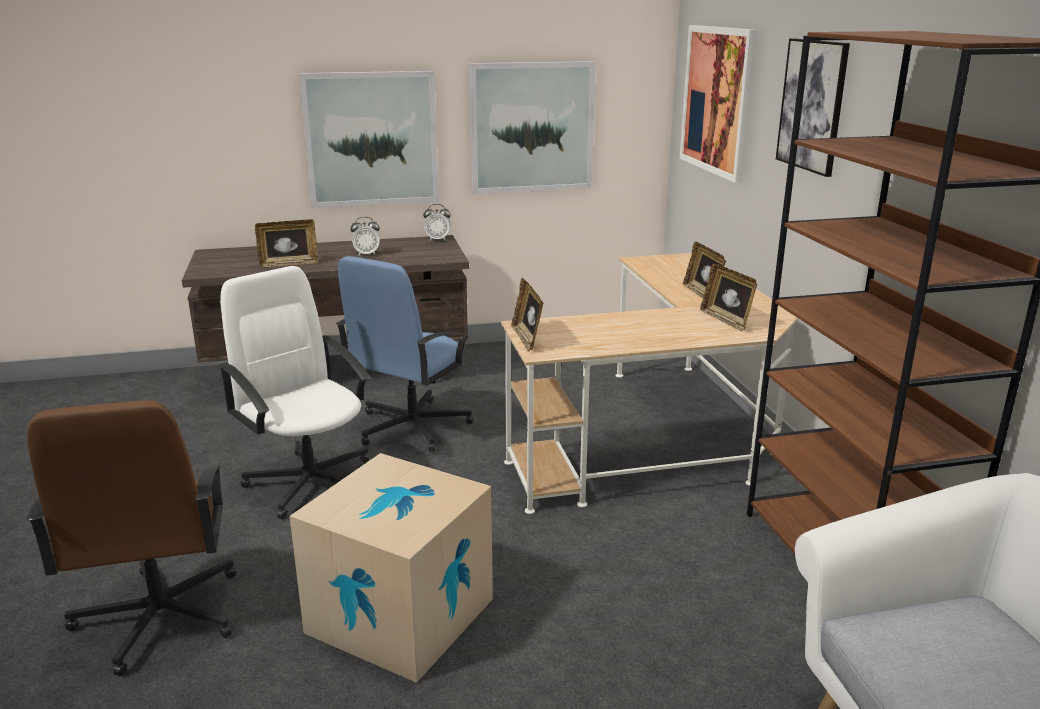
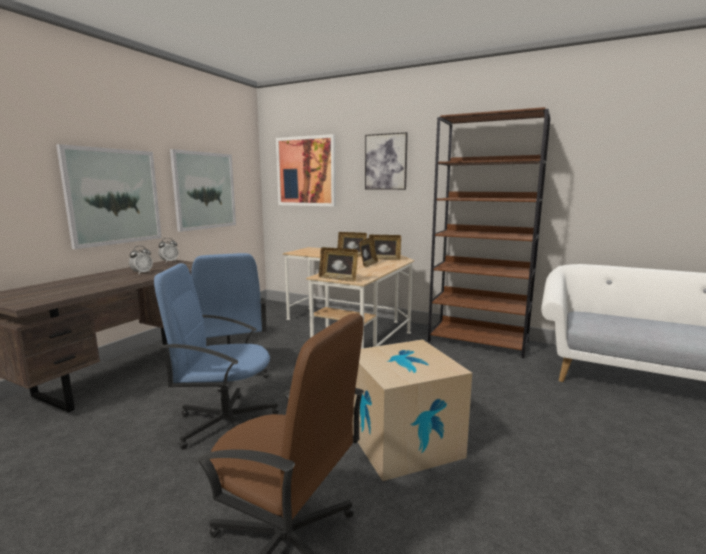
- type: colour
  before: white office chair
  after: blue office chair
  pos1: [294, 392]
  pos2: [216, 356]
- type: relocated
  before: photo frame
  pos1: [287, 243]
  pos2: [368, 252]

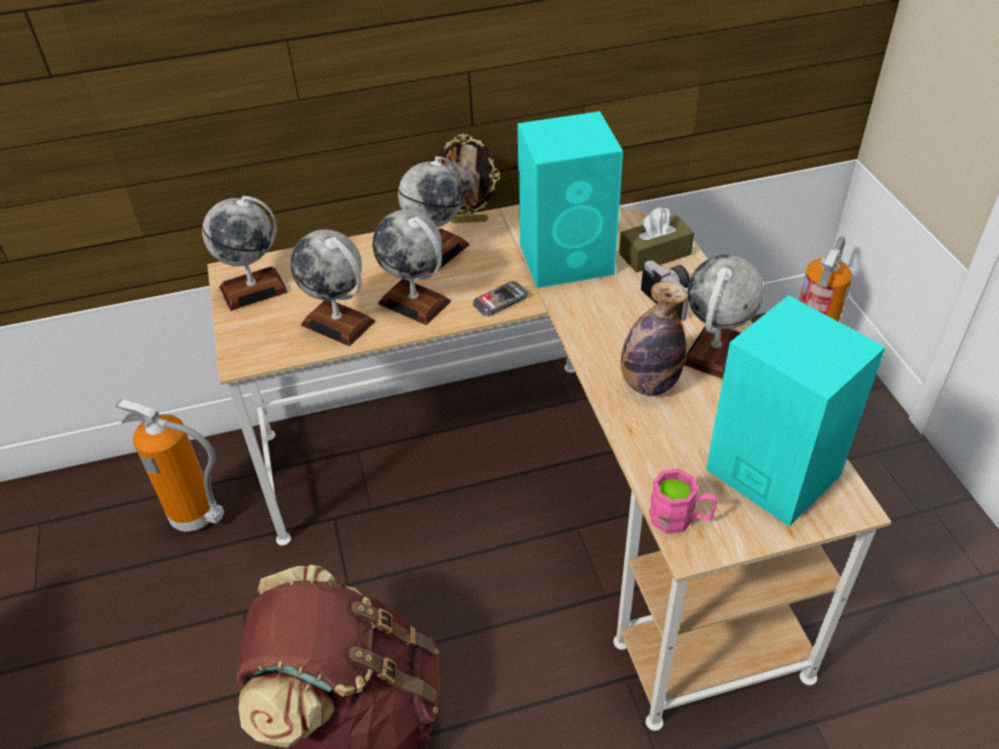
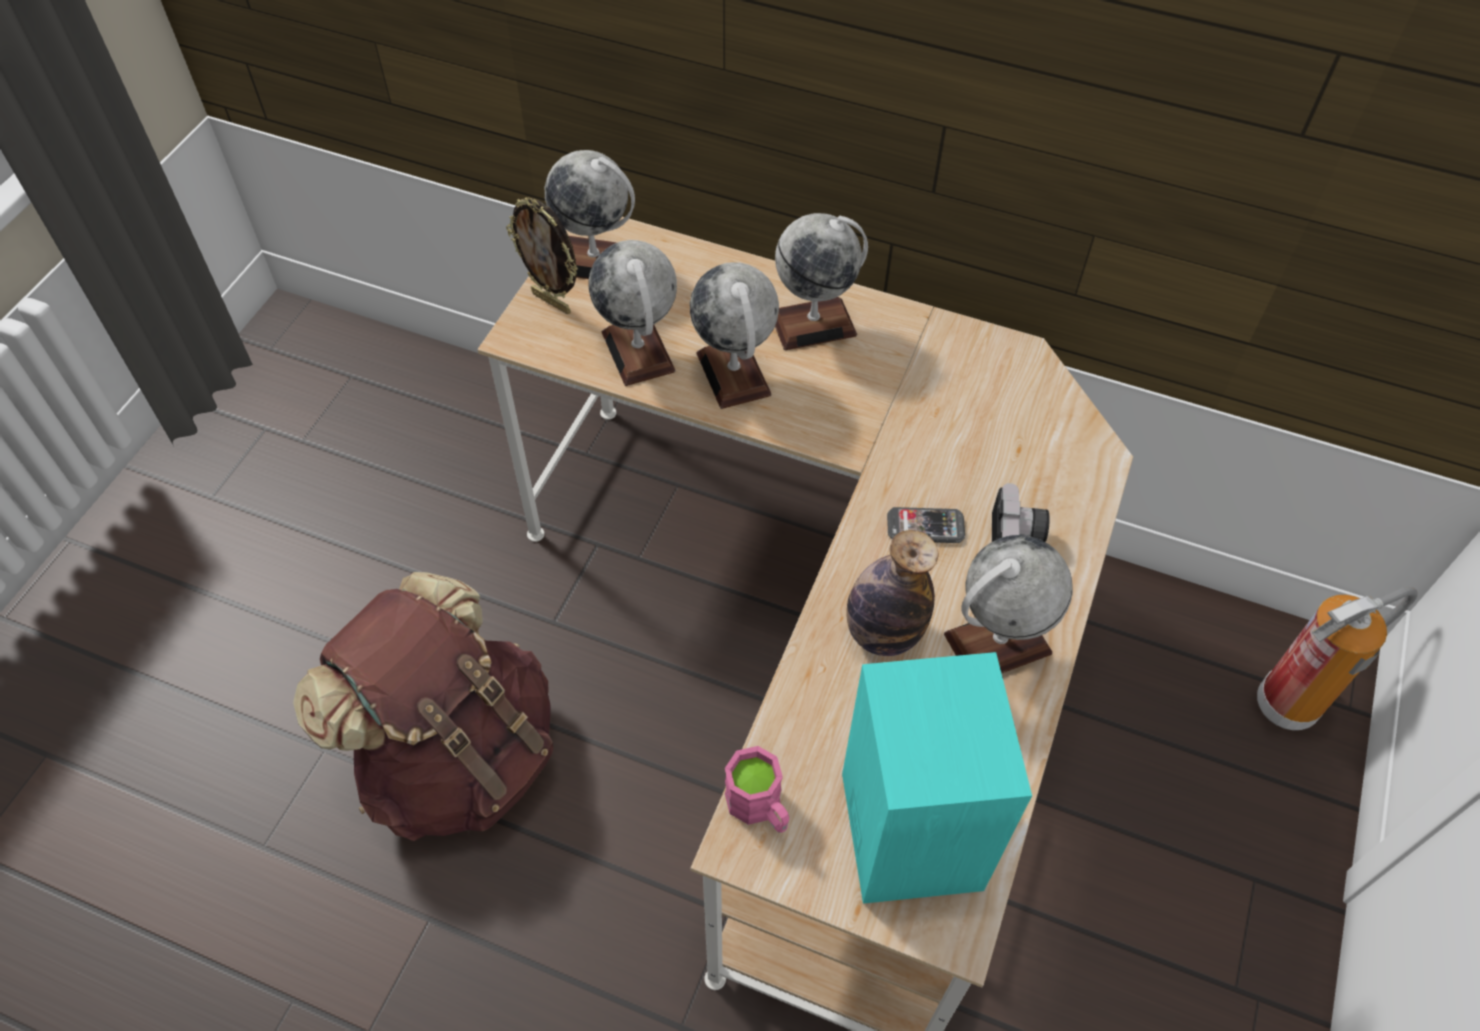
- type: relocated
  before: photo frame
  pos1: [469, 178]
  pos2: [542, 255]
- type: relocated
  before: telephone
  pos1: [500, 298]
  pos2: [926, 525]
- type: missing
  before: fire extinguisher
  pos1: [169, 465]
- type: missing
  before: blue-green speaker
  pos1: [570, 199]
- type: missing
  before: brown box of tissues
  pos1: [656, 240]

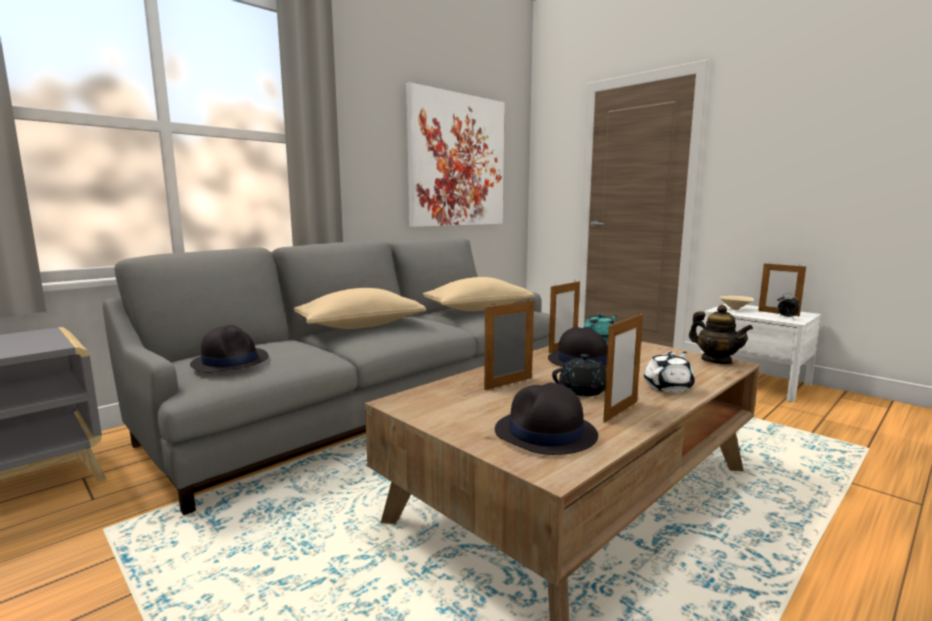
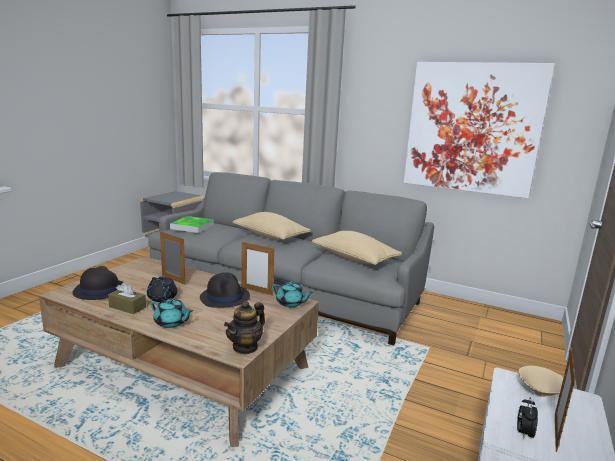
- type: exchanged
  before: photo frame
  after: brown box of tissues
  pos1: [623, 367]
  pos2: [127, 298]
- type: colour
  before: white teapot
  after: blue-green teapot
  pos1: [669, 372]
  pos2: [172, 313]
- type: exchanged
  before: black-coloured clothing hat
  after: serving tray
  pos1: [229, 349]
  pos2: [192, 224]

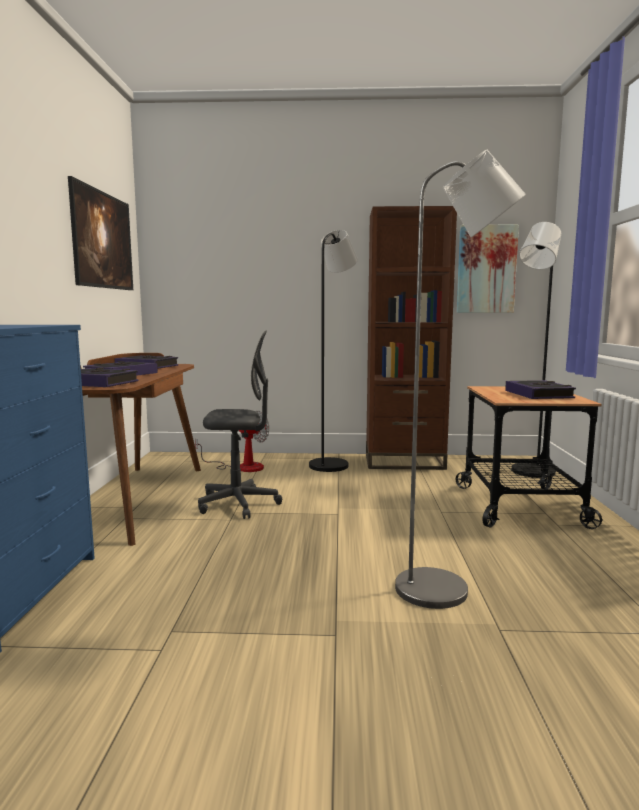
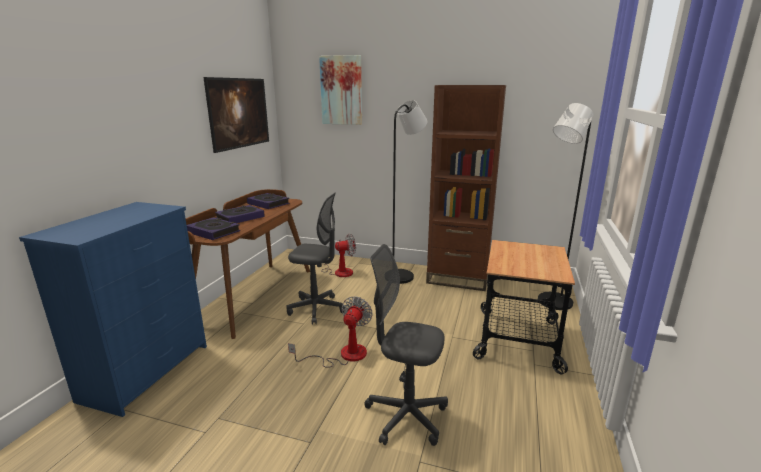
- type: appeared
  after: electric fan
  pos2: [330, 332]
- type: relocated
  before: wall picture
  pos1: [487, 268]
  pos2: [340, 90]
- type: exchanged
  before: gray standard lamp
  after: gray office chair
  pos1: [460, 379]
  pos2: [406, 345]
- type: missing
  before: volume
  pos1: [540, 389]

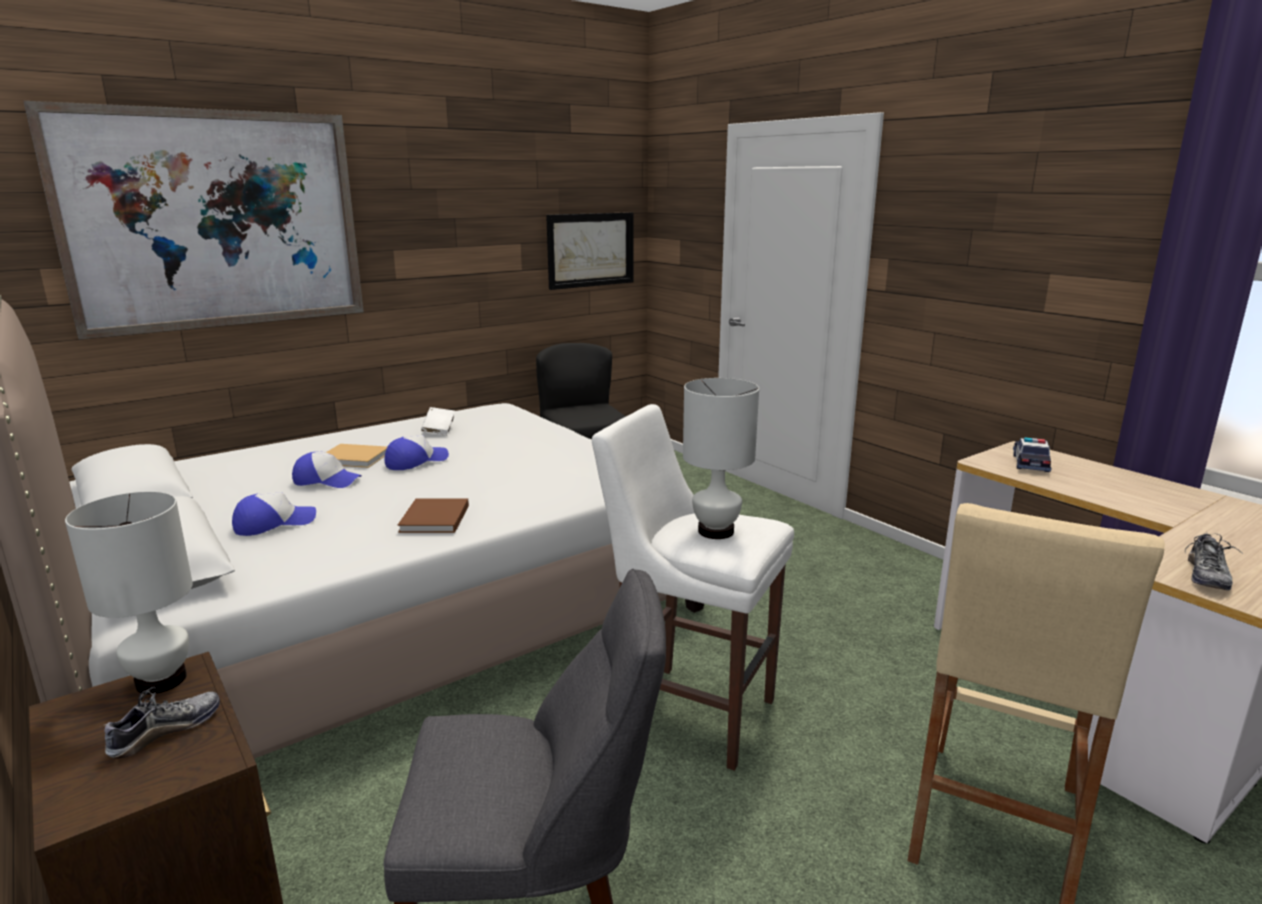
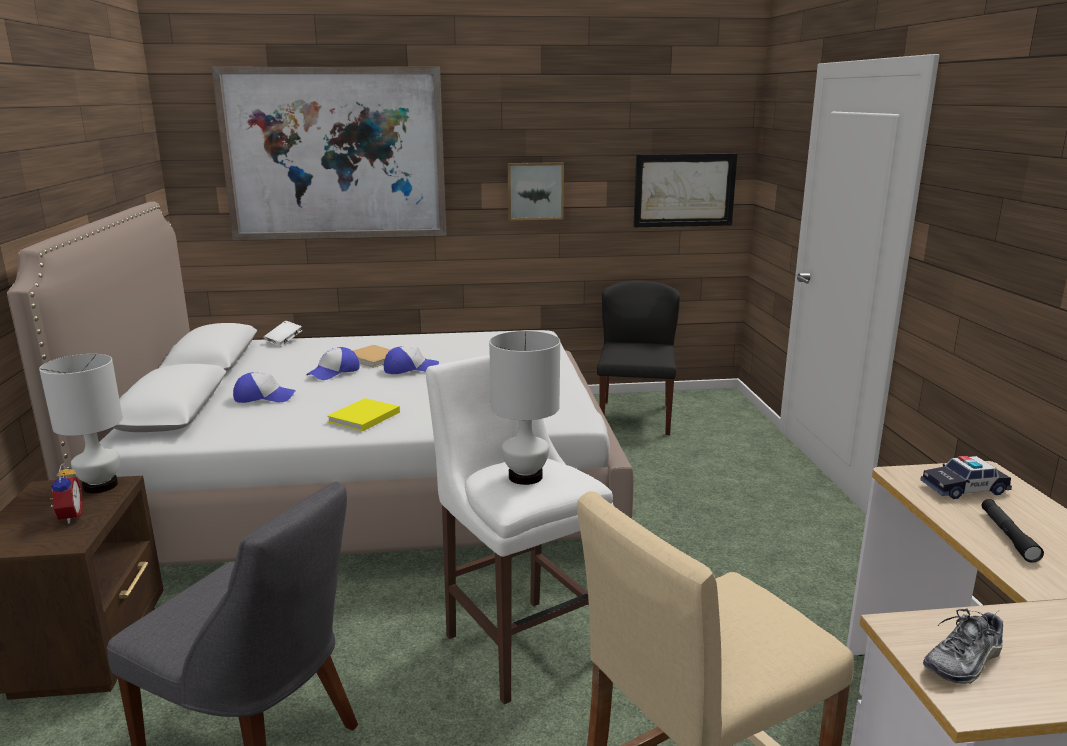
- type: exchanged
  before: shoe
  after: table clock
  pos1: [161, 723]
  pos2: [65, 493]
- type: relocated
  before: white volume
  pos1: [438, 421]
  pos2: [283, 333]
- type: spun
  before: cap
  pos1: [327, 470]
  pos2: [333, 363]
  turn: 90
- type: colour
  before: brown volume
  after: yellowish volume
  pos1: [433, 515]
  pos2: [363, 414]
- type: appeared
  after: wall picture
  pos2: [536, 191]
- type: spun
  before: miniature car
  pos1: [1032, 454]
  pos2: [966, 477]
  turn: -150
- type: appeared
  after: black-coloured hand torch
  pos2: [1012, 531]

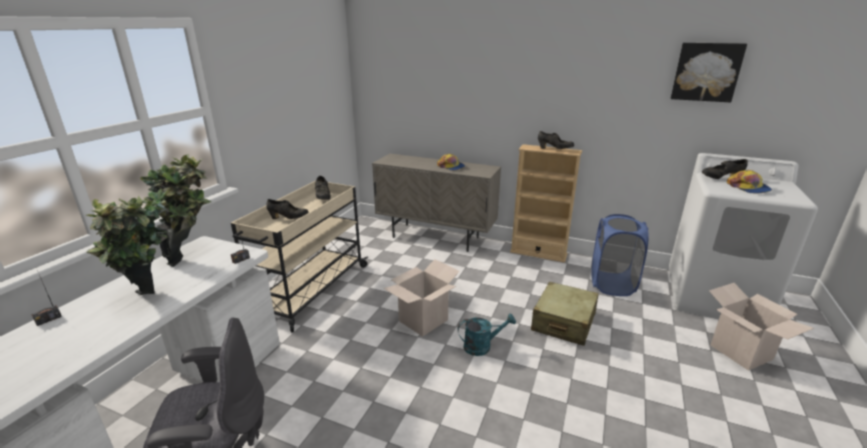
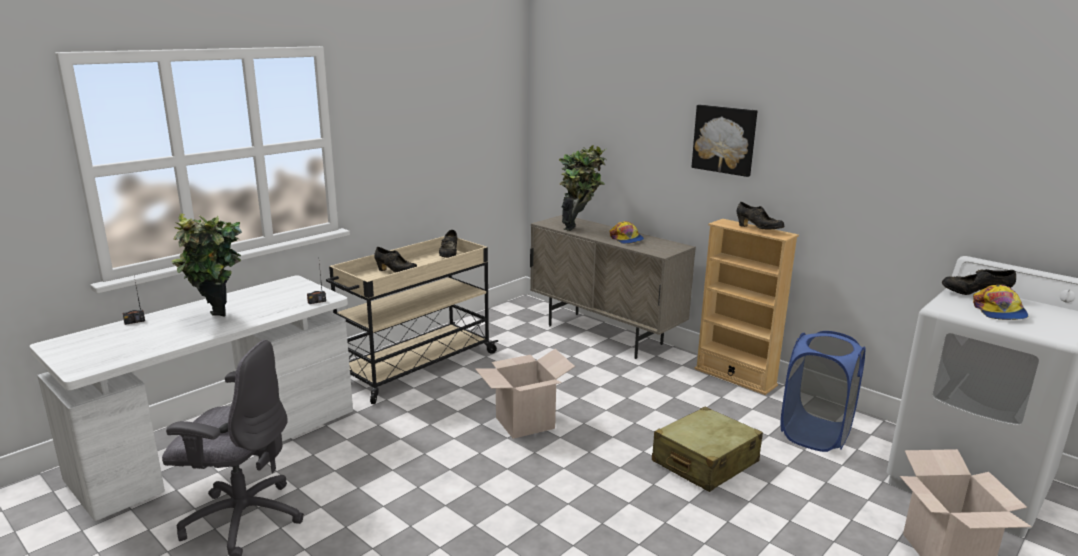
- type: relocated
  before: plant in a pot
  pos1: [175, 210]
  pos2: [582, 188]
- type: relocated
  before: wall picture
  pos1: [709, 72]
  pos2: [725, 141]
- type: missing
  before: blue-green sprinkling can
  pos1: [487, 334]

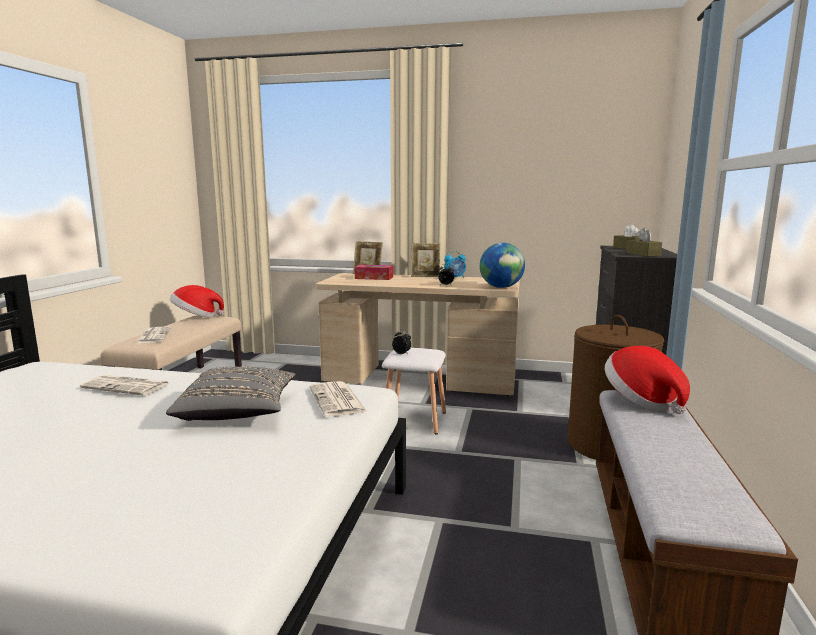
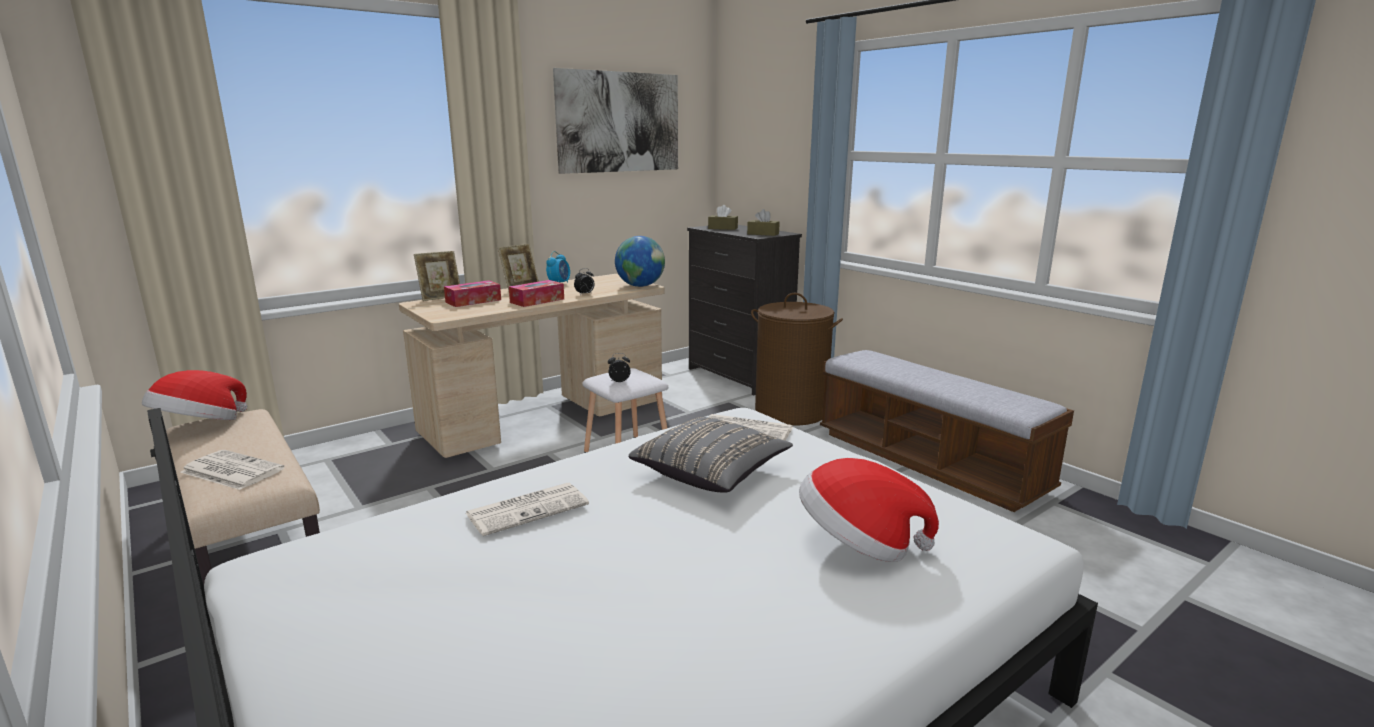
- type: appeared
  after: box of tissues
  pos2: [536, 293]
- type: appeared
  after: wall picture
  pos2: [615, 121]
- type: relocated
  before: clothing hat
  pos1: [647, 380]
  pos2: [869, 510]

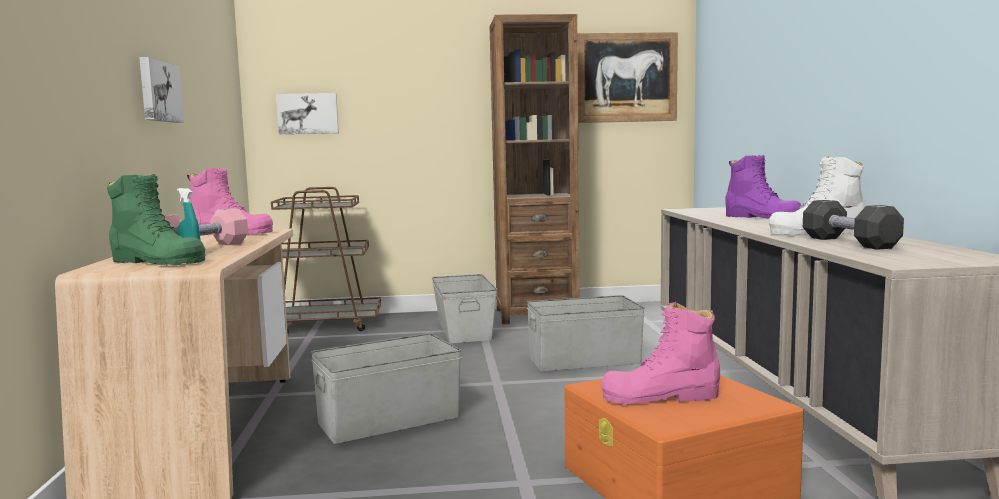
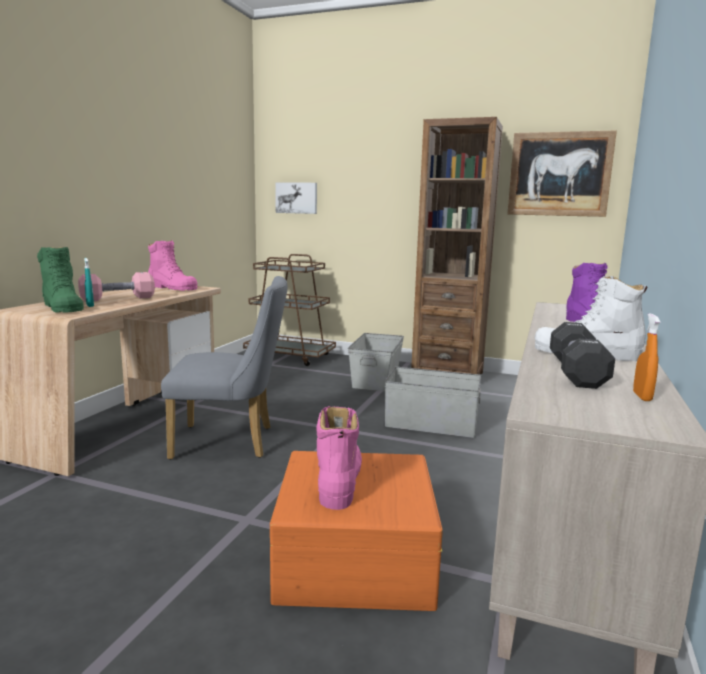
- type: exchanged
  before: gray storage bin
  after: gray plain chair
  pos1: [386, 388]
  pos2: [224, 368]
- type: spun
  before: pinkish high-top boot
  pos1: [660, 353]
  pos2: [339, 458]
  turn: 75
- type: appeared
  after: orangey spray bottle
  pos2: [646, 357]
- type: missing
  before: wall picture
  pos1: [161, 90]

